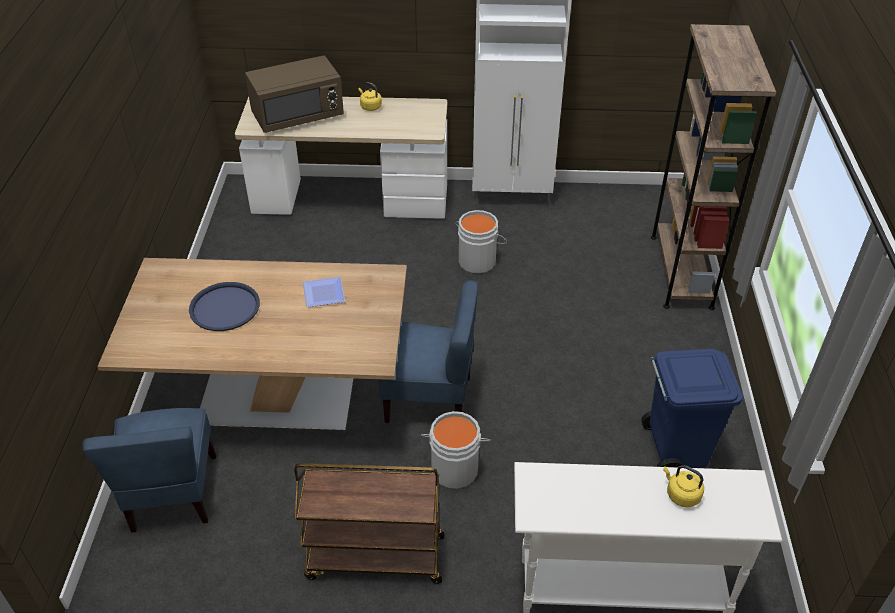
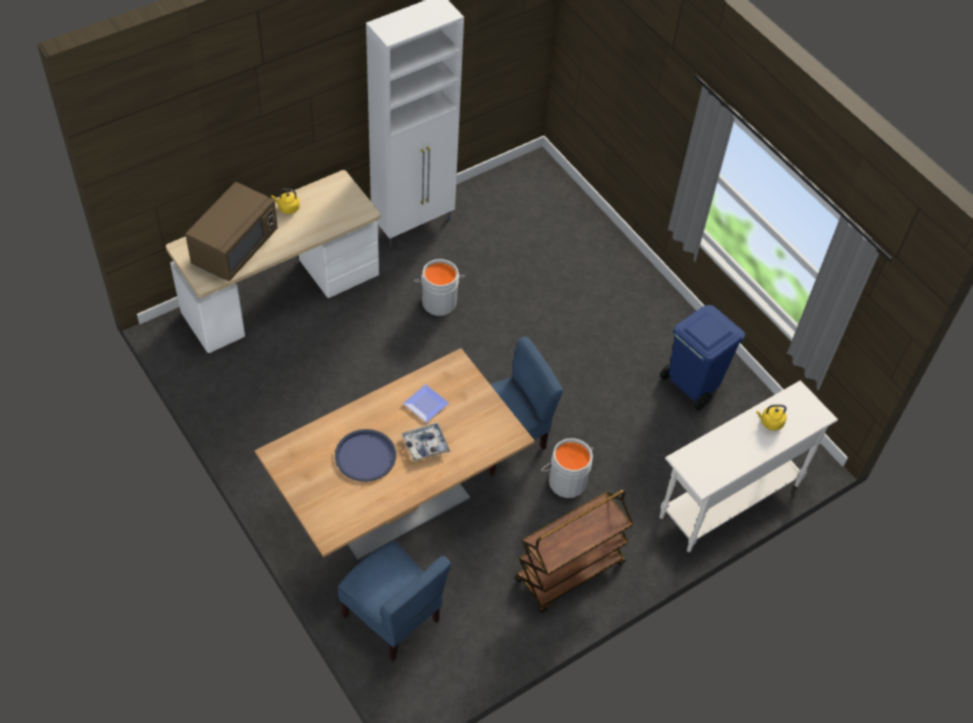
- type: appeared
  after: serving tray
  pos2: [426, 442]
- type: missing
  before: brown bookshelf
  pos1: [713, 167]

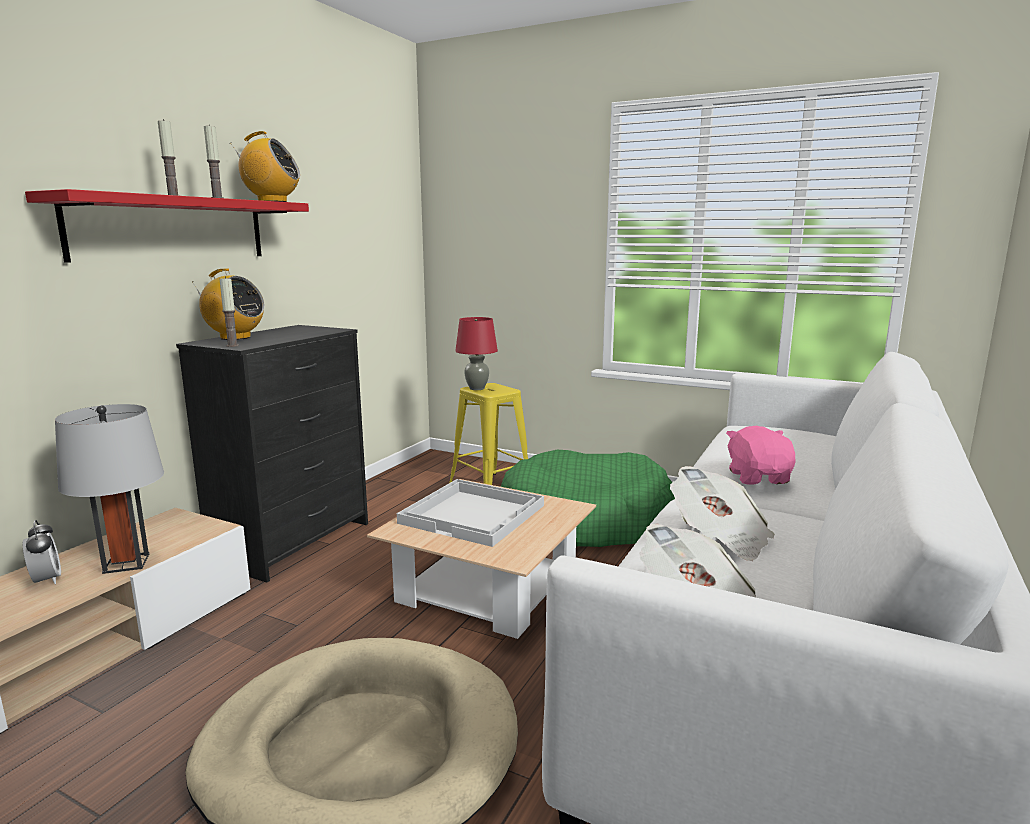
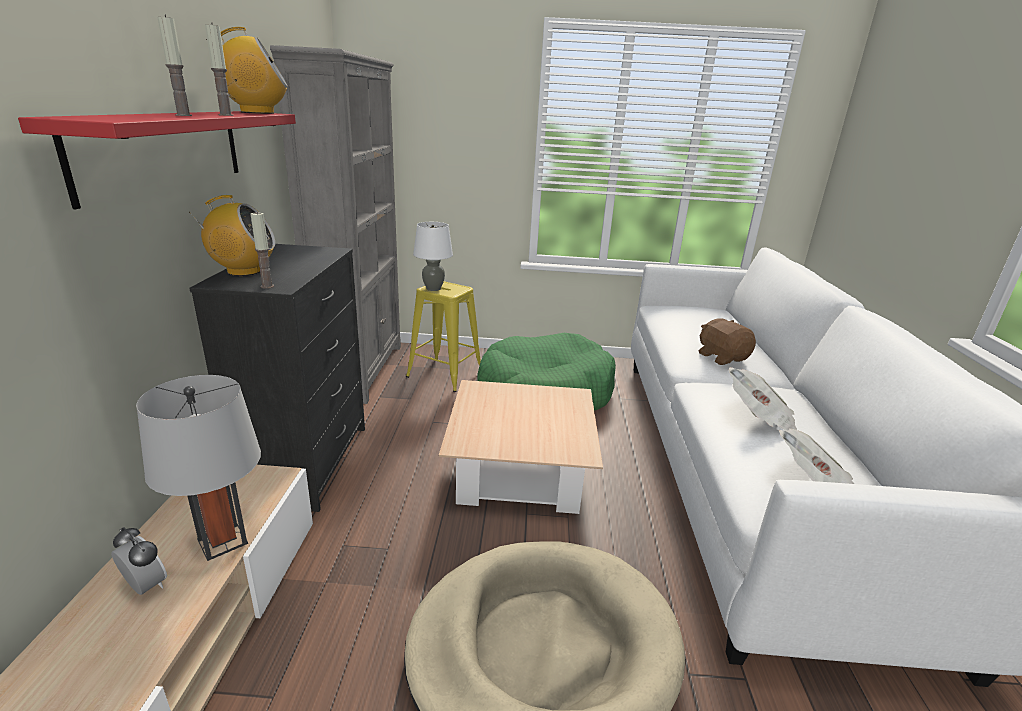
- type: appeared
  after: gray bookshelf
  pos2: [335, 224]
- type: colour
  before: reddish tabletop lamp
  after: white tabletop lamp
  pos1: [476, 353]
  pos2: [433, 256]
- type: colour
  before: pinkish plush toy
  after: brown plush toy
  pos1: [760, 455]
  pos2: [727, 341]
- type: missing
  before: white serving tray
  pos1: [470, 513]

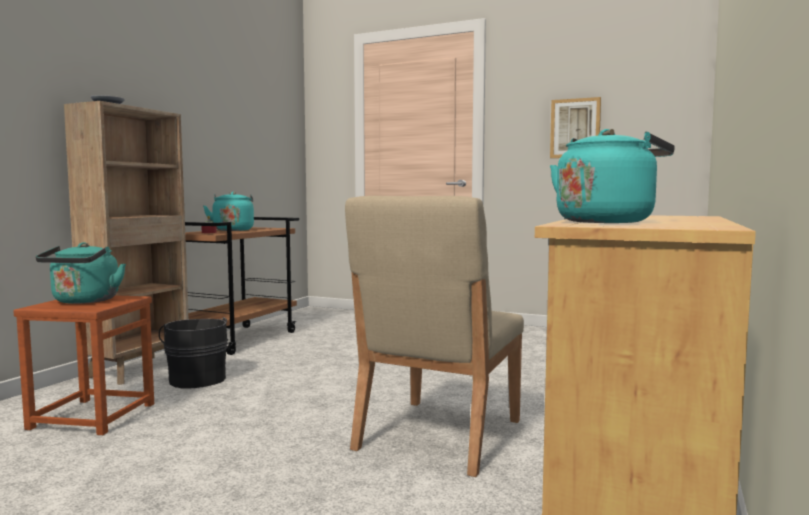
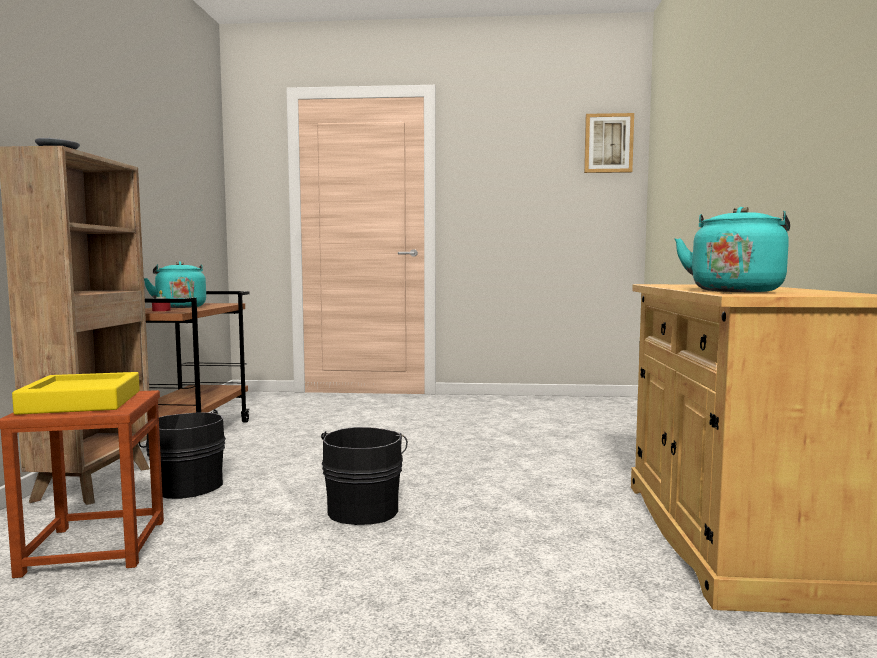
- type: exchanged
  before: blue-green water kettle
  after: yellowish serving tray
  pos1: [81, 273]
  pos2: [76, 393]
- type: appeared
  after: black-coloured pail
  pos2: [364, 476]
- type: relocated
  before: wall picture
  pos1: [575, 127]
  pos2: [609, 143]
- type: missing
  before: beige-coloured plain chair
  pos1: [434, 336]

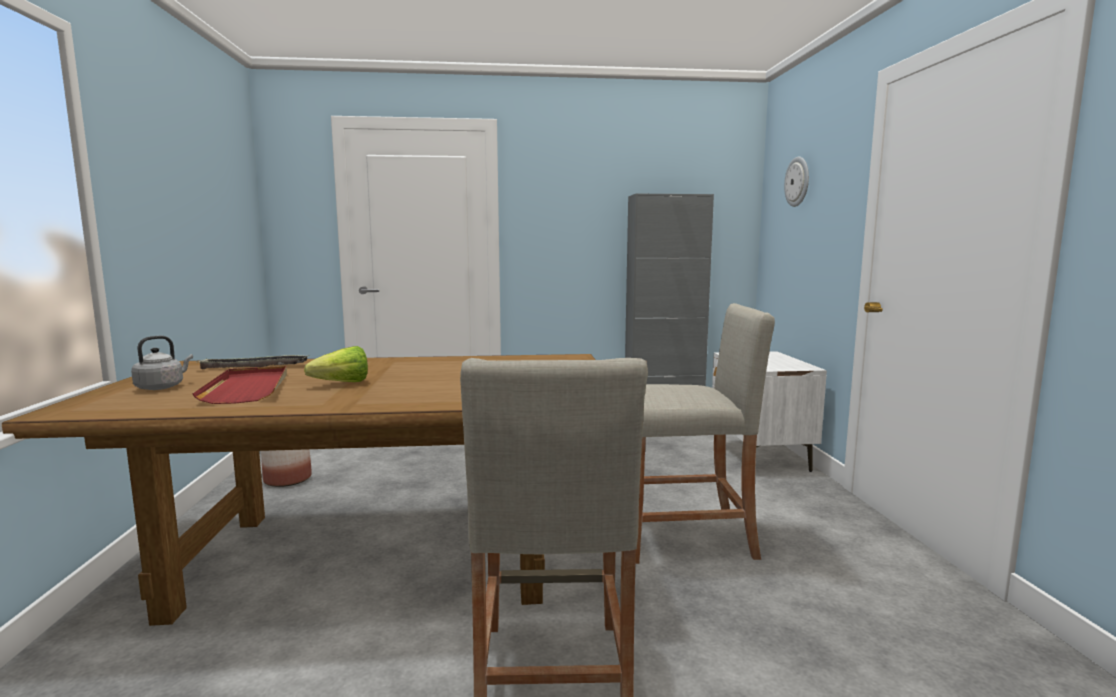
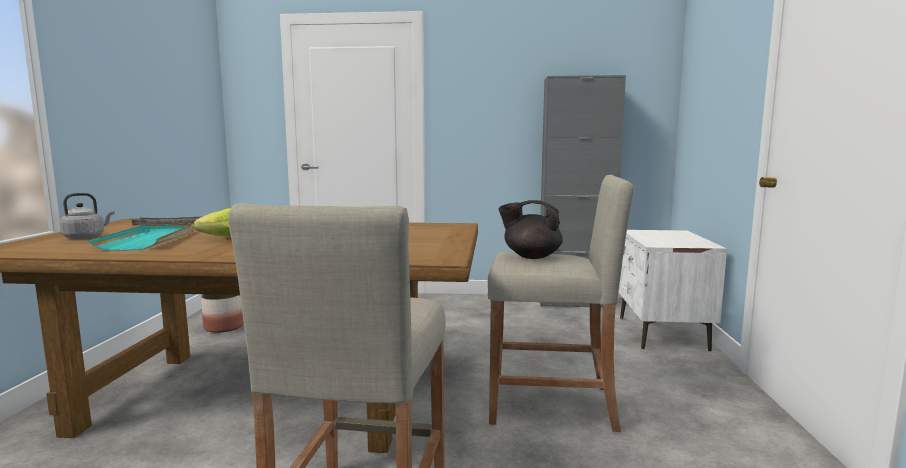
- type: colour
  before: reddish serving tray
  after: blue-green serving tray
  pos1: [239, 385]
  pos2: [141, 237]
- type: appeared
  after: black-coloured teapot
  pos2: [531, 229]
- type: missing
  before: clock on the wall
  pos1: [796, 182]

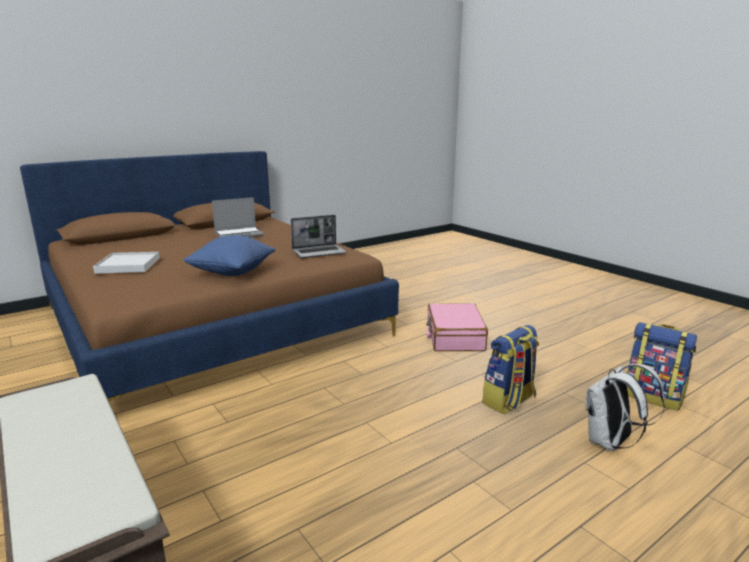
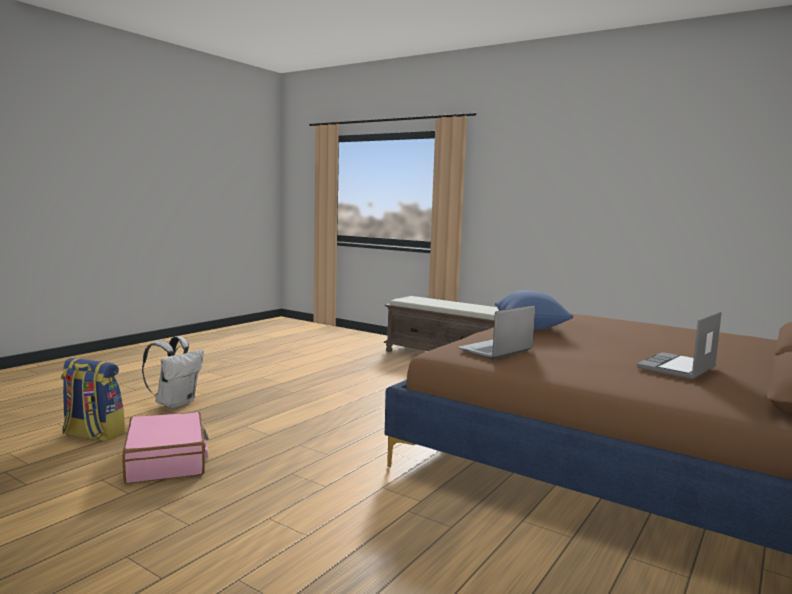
- type: relocated
  before: pinkish piece of luggage
  pos1: [457, 327]
  pos2: [166, 448]
- type: missing
  before: white serving tray
  pos1: [126, 263]
- type: missing
  before: rucksack
  pos1: [510, 369]

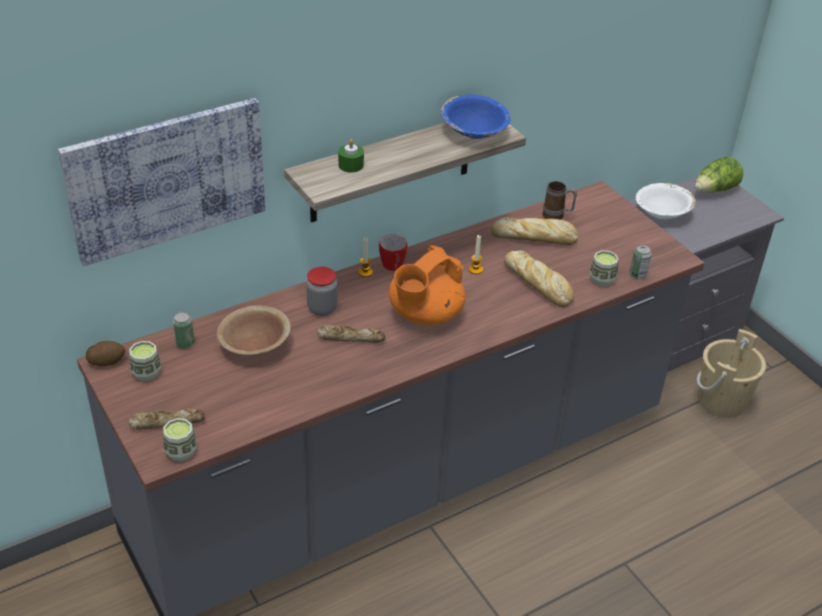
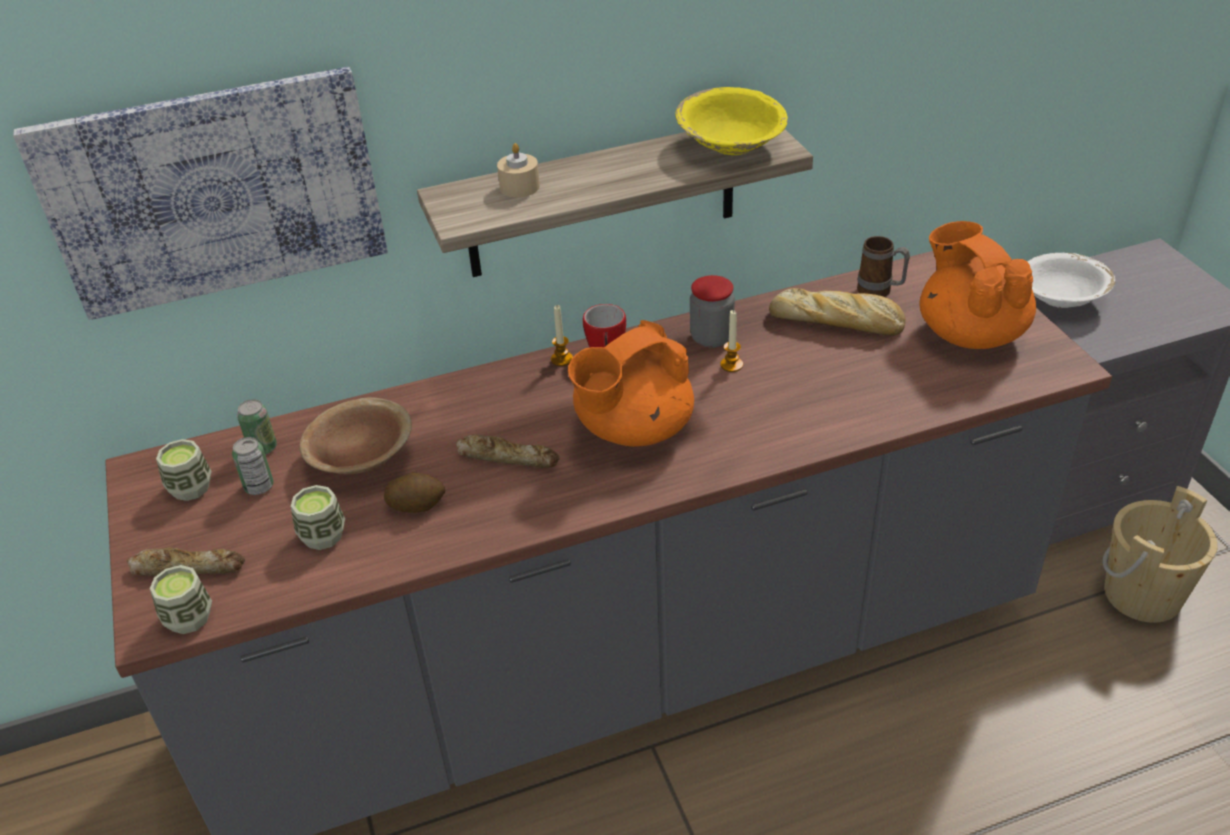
- type: relocated
  before: sealed can
  pos1: [641, 262]
  pos2: [253, 466]
- type: relocated
  before: drinking cup
  pos1: [604, 268]
  pos2: [318, 517]
- type: relocated
  before: potato
  pos1: [106, 353]
  pos2: [414, 493]
- type: colour
  before: green candle
  after: beige-coloured candle
  pos1: [351, 156]
  pos2: [518, 170]
- type: colour
  before: blue bowl
  after: yellowish bowl
  pos1: [475, 116]
  pos2: [731, 121]
- type: relocated
  before: preserve jar
  pos1: [321, 291]
  pos2: [712, 311]
- type: appeared
  after: orangey teapot
  pos2: [978, 285]
- type: missing
  before: bread
  pos1: [539, 278]
- type: missing
  before: lettuce
  pos1: [719, 174]

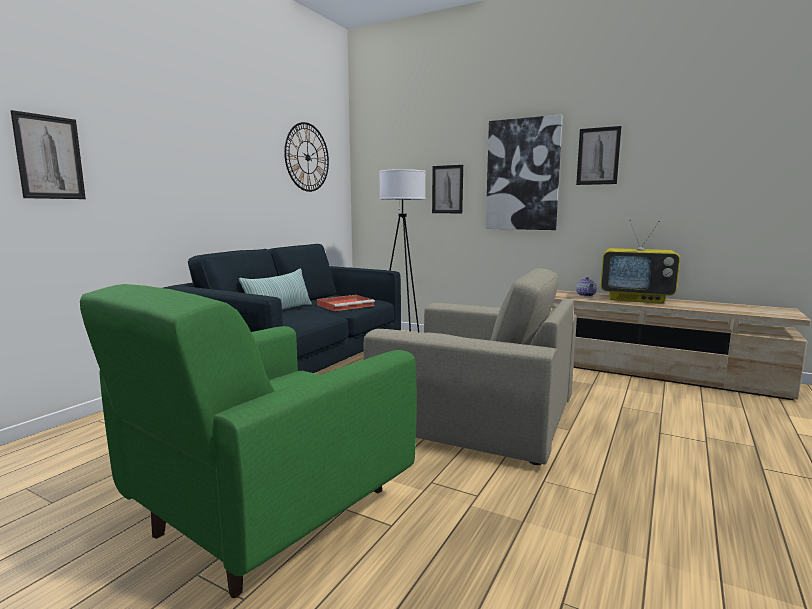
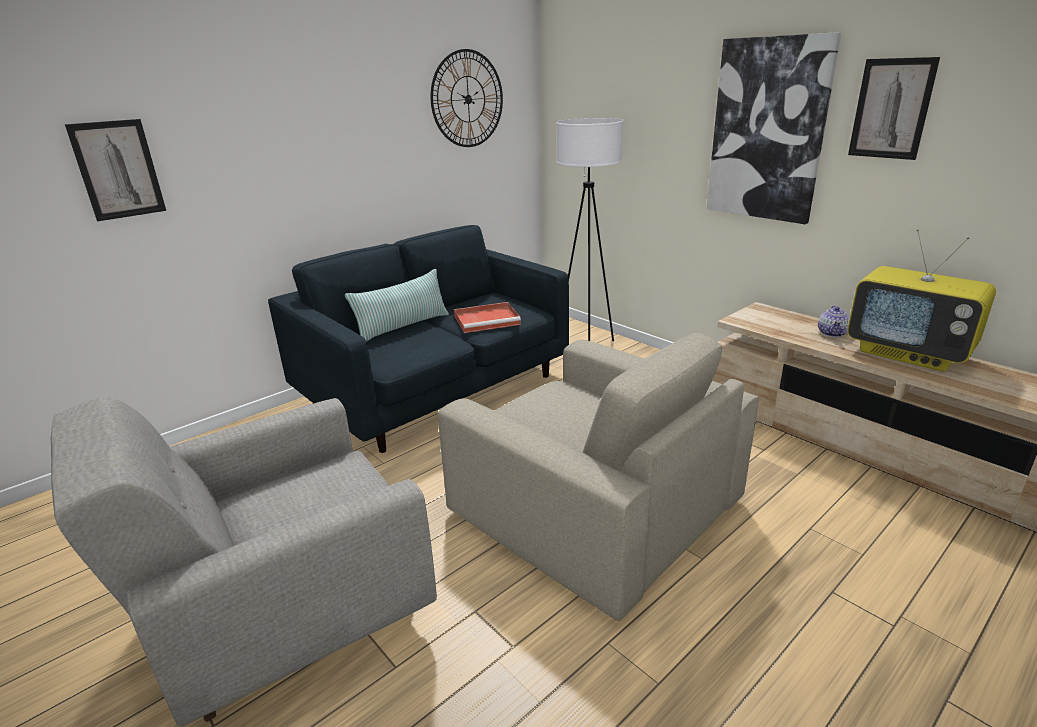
- type: colour
  before: green easy chair
  after: gray easy chair
  pos1: [248, 441]
  pos2: [244, 562]
- type: missing
  before: wall picture
  pos1: [447, 189]

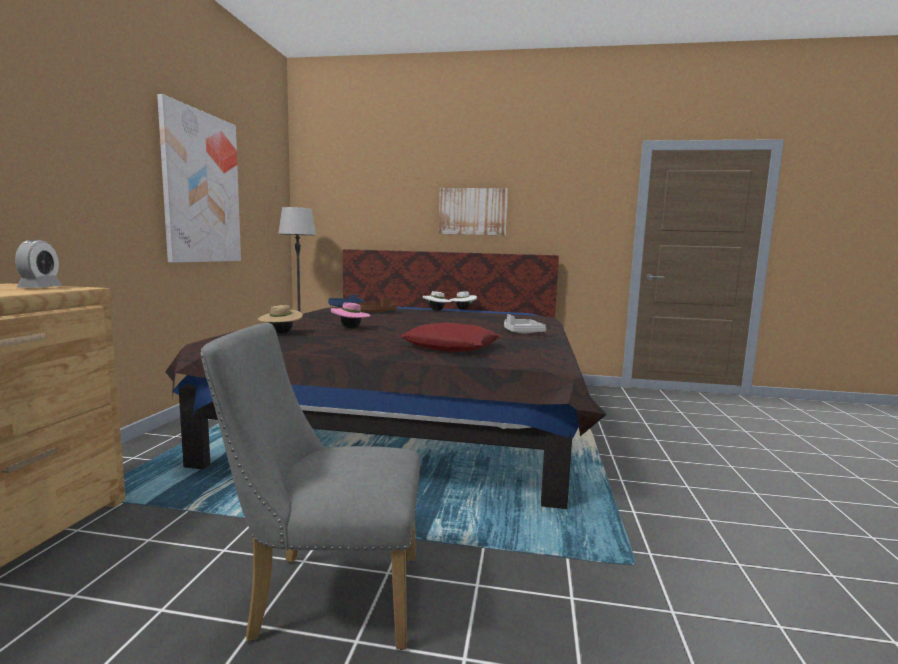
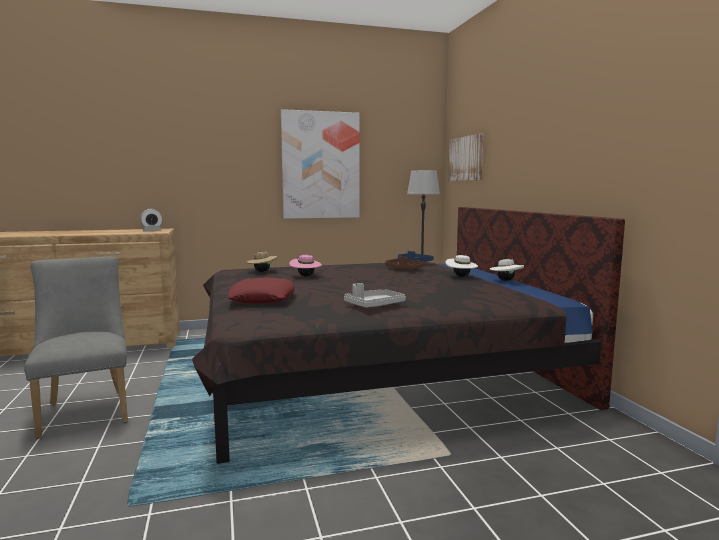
- type: relocated
  before: wall picture
  pos1: [473, 211]
  pos2: [465, 157]

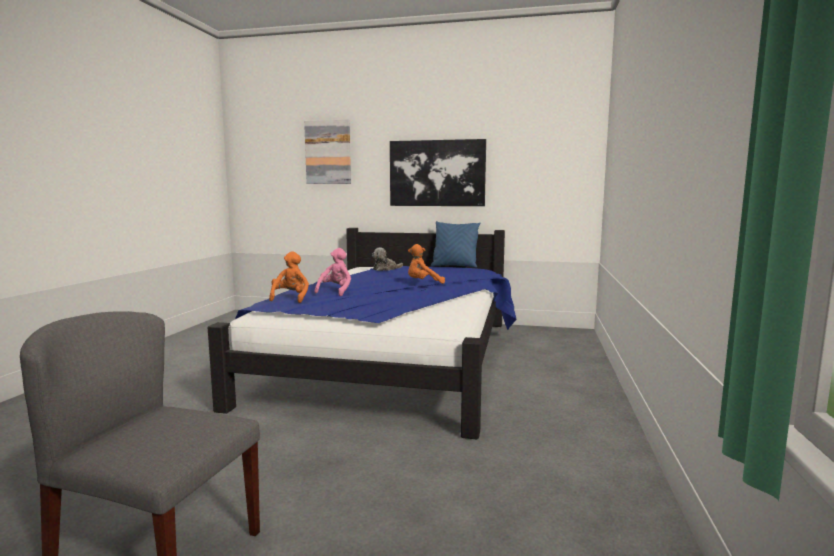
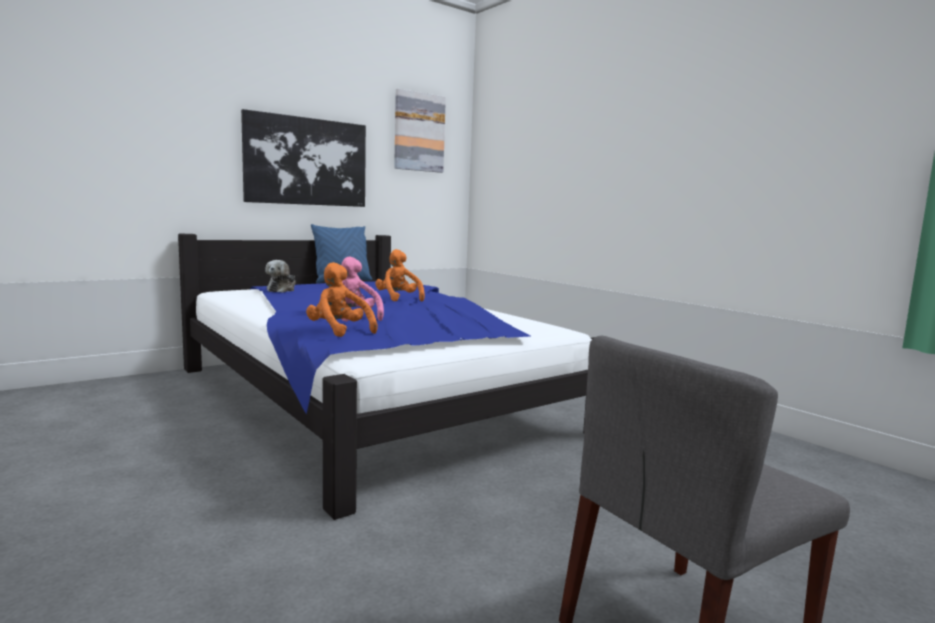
- type: spun
  before: orangey plush toy
  pos1: [426, 264]
  pos2: [400, 275]
  turn: 120
- type: relocated
  before: wall picture
  pos1: [327, 151]
  pos2: [420, 131]

